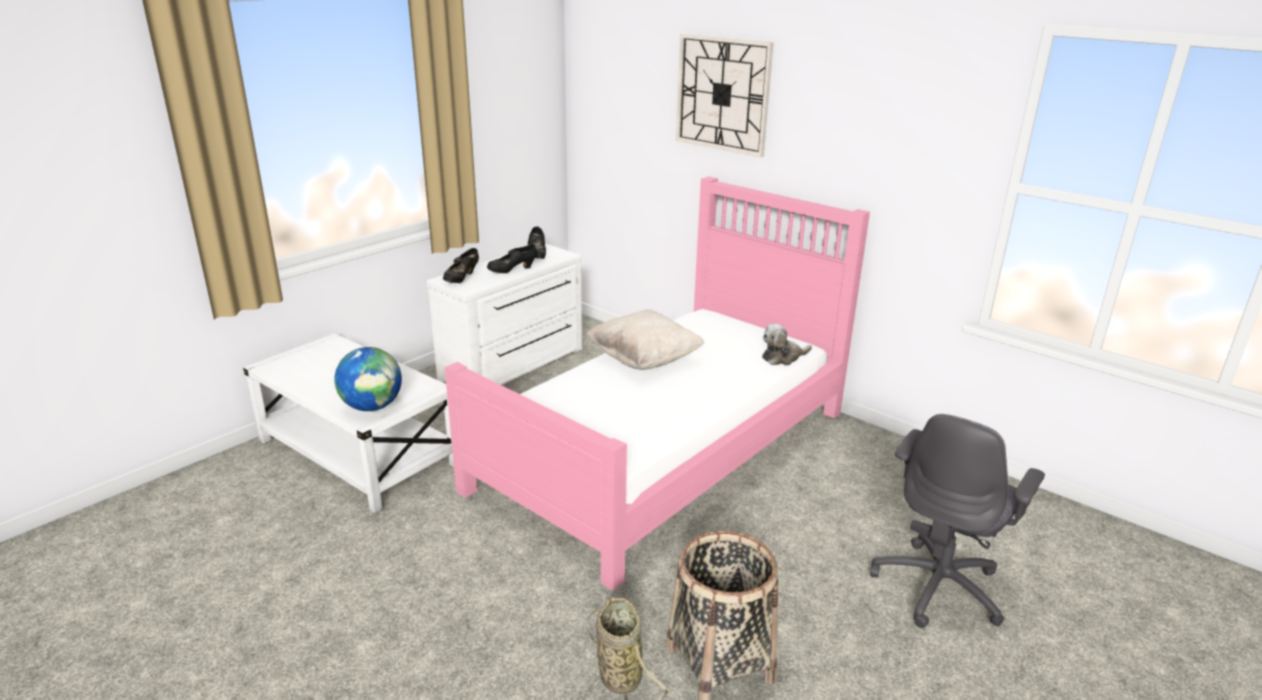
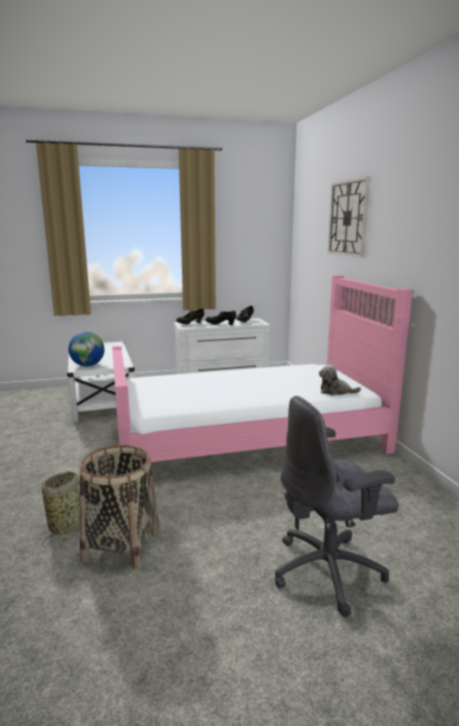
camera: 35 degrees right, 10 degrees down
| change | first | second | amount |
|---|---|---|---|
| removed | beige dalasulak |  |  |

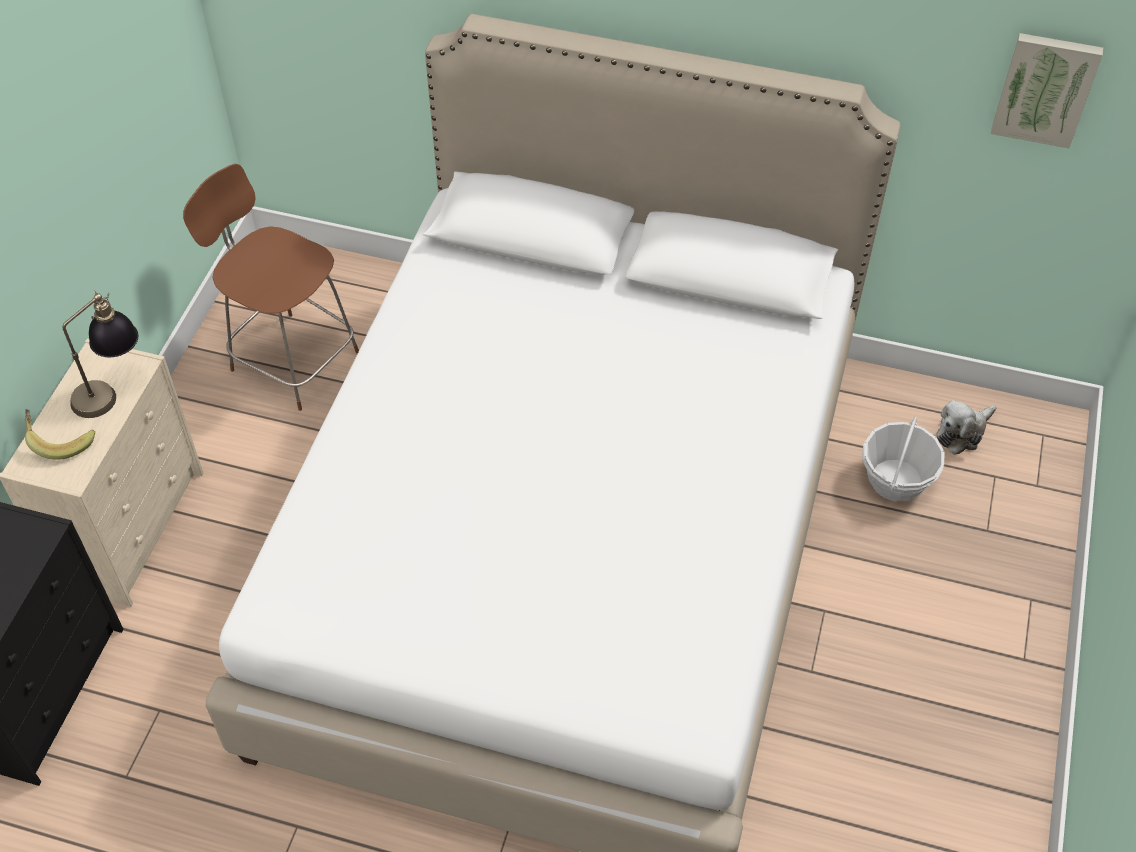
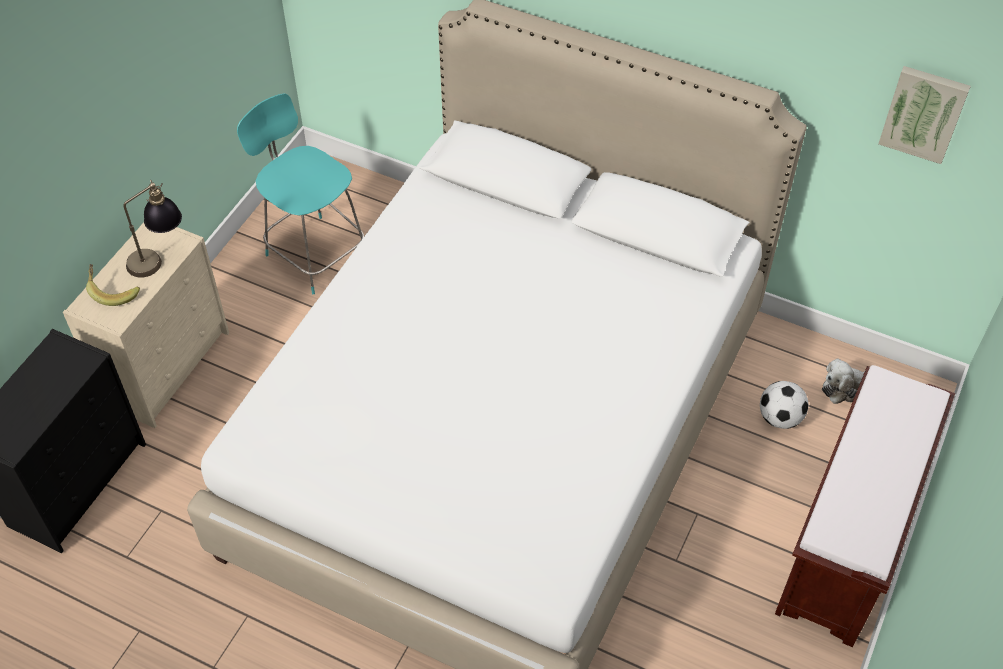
camera: 10 degrees right, 0 degrees up
| change | first | second | amount |
|---|---|---|---|
| added |  | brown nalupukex |  |
| replaced | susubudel | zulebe |  |
| recoloured | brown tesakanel | turquoise tesakanel |  |

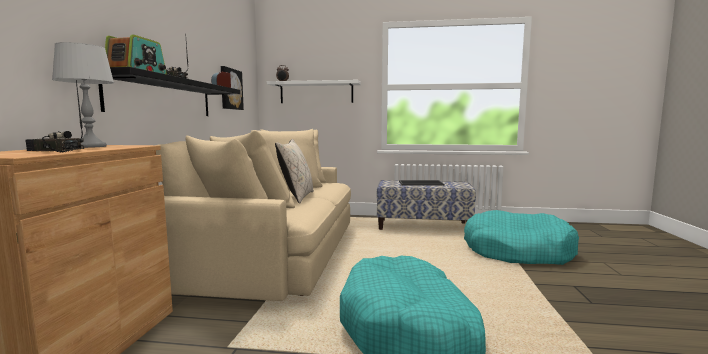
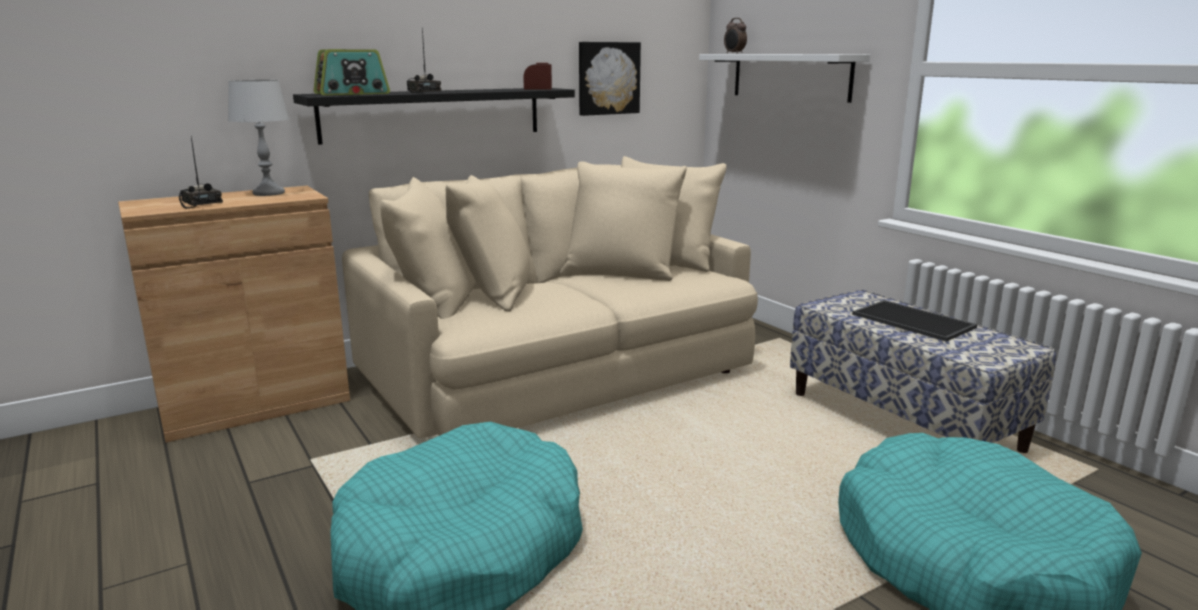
camera: 50 degrees right, 10 degrees up
| change | first | second | amount |
|---|---|---|---|
| removed | beige dalasulak |  |  |

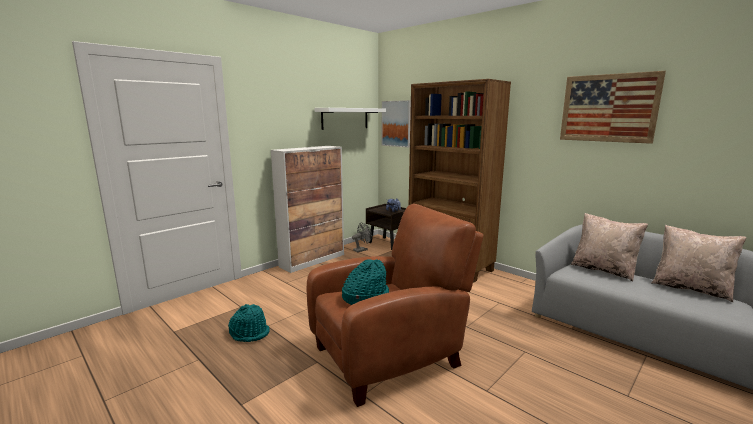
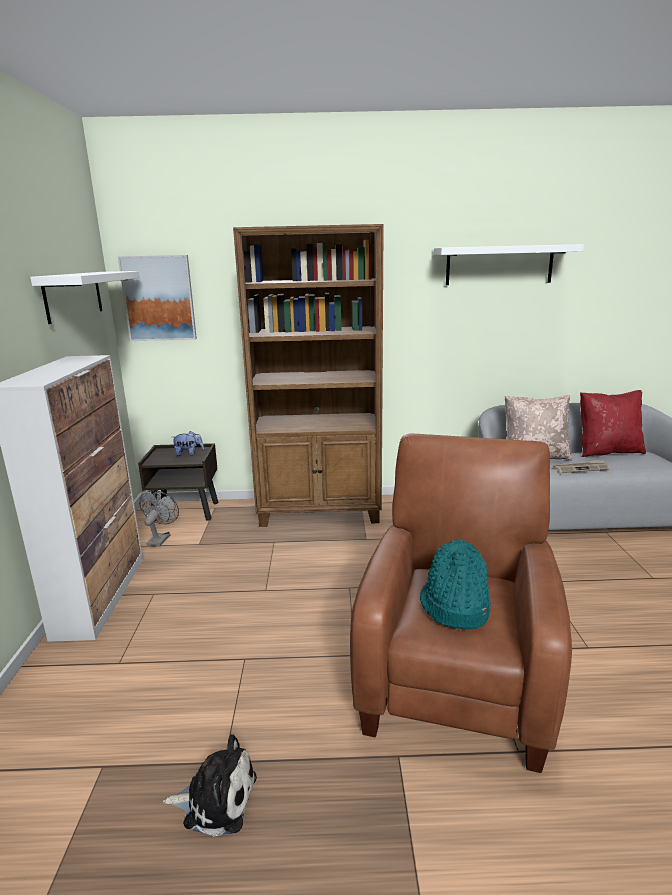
camera: 45 degrees left, 5 degrees up
| change | first | second | amount |
|---|---|---|---|
| added |  | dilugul |  |
| replaced | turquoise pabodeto (1st from left) | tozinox (2nd from left) |  |
| replaced | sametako (2nd from left) | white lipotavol (2nd from left) |  |
| recoloured | beige dalasulak (2nd from left) | red dalasulak |  |

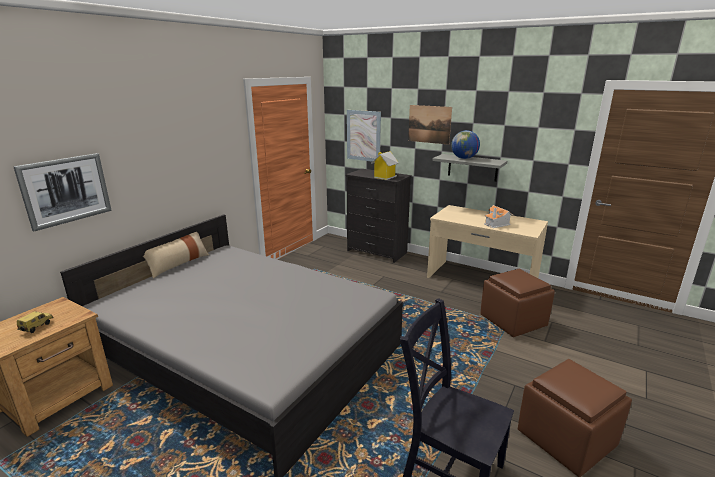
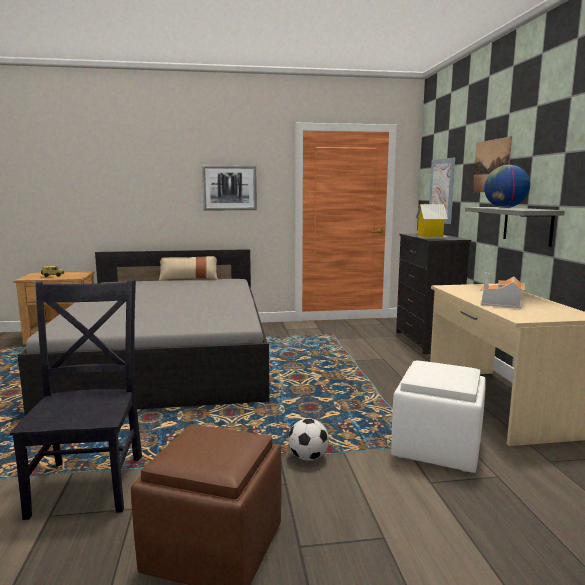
camera: 50 degrees right, 10 degrees down
| change | first | second | amount |
|---|---|---|---|
| added |  | zulebe |  |
| moved | sametako (1st from left) |  |  |
| recoloured | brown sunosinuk (1st from left) | white sunosinuk |  |

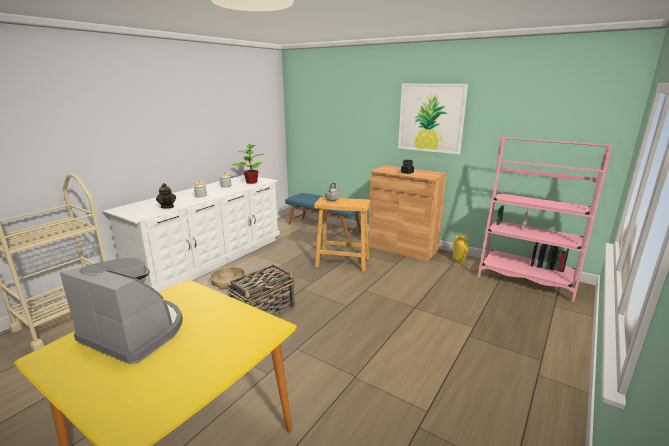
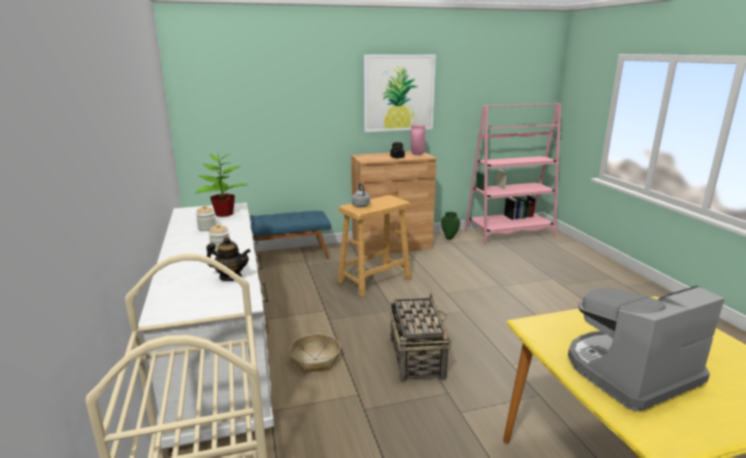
camera: 50 degrees left, 0 degrees up
| change | first | second | amount |
|---|---|---|---|
| added |  | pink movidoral |  |
| recoloured | yellow movidoral | green movidoral |  |

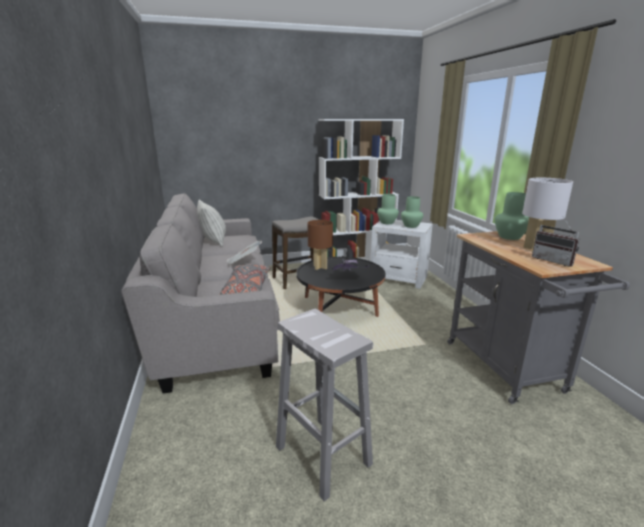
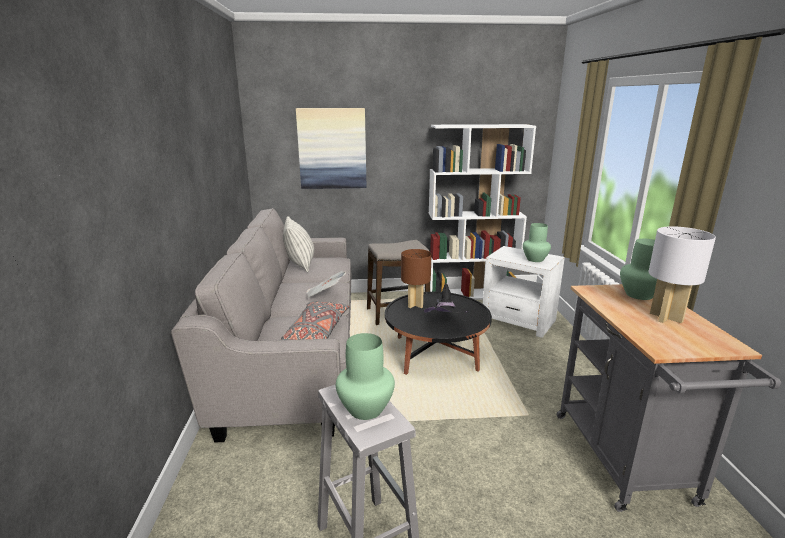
camera: 10 degrees right, 0 degrees up
| change | first | second | amount |
|---|---|---|---|
| removed | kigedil |  |  |
| added |  | sametako |  |
| moved | green movidoral (1st from left) |  |  |

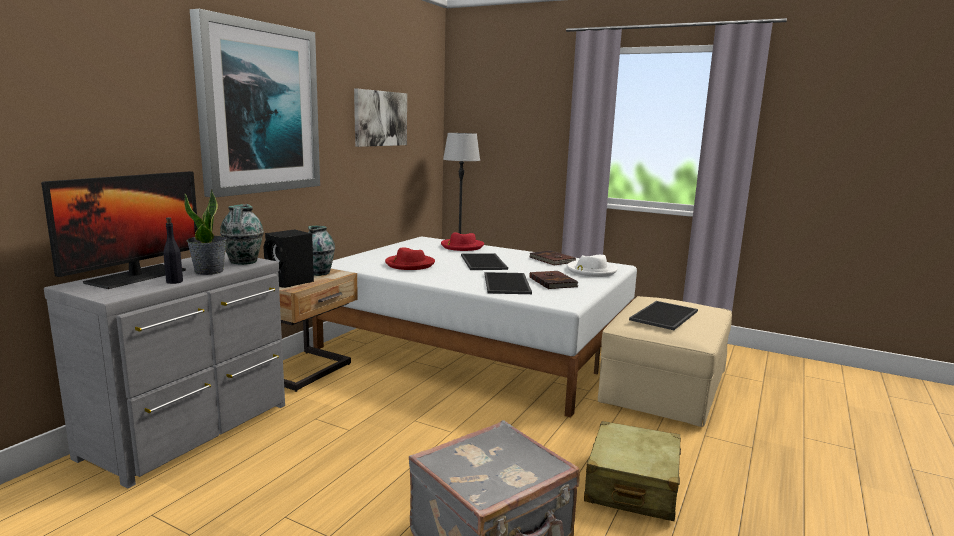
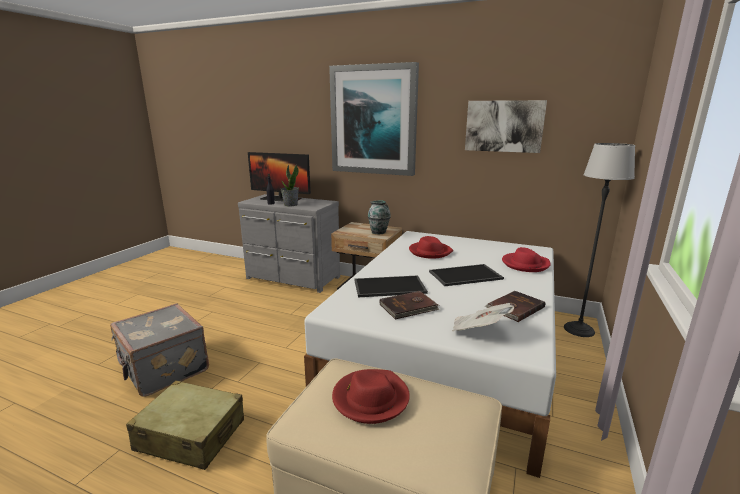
camera: 85 degrees right, 5 degrees up
| change | first | second | amount |
|---|---|---|---|
| removed | movidoral (1st from left) |  |  |
| removed | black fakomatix |  |  |
| replaced | white pabodeto | dilugul |  |
| replaced | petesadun (3rd from left) | red pabodeto (1st from left) |  |

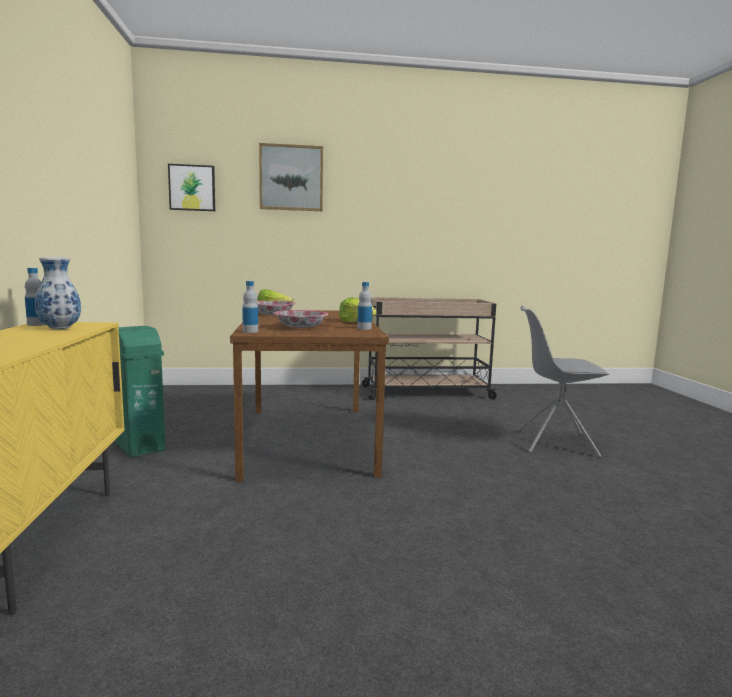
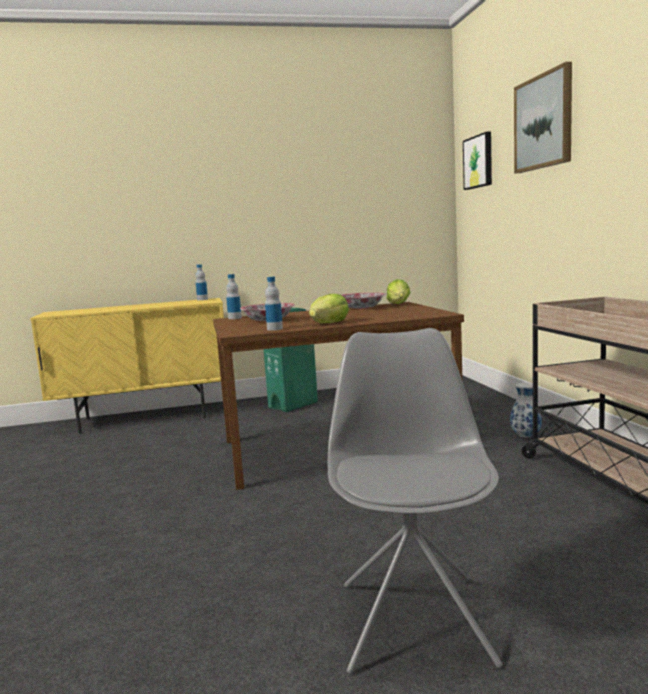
camera: 85 degrees right, 0 degrees up
| change | first | second | amount |
|---|---|---|---|
| moved | movidoral |  |  |

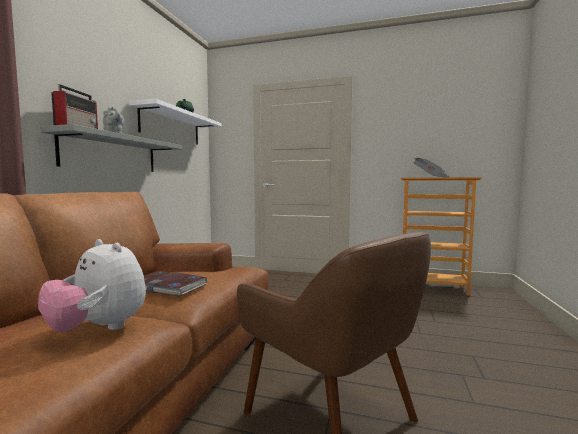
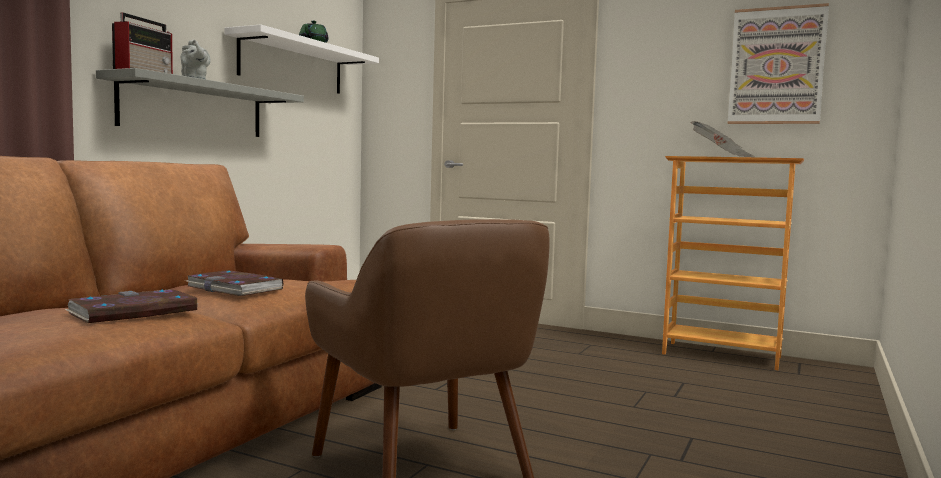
camera: 10 degrees right, 0 degrees up
| change | first | second | amount |
|---|---|---|---|
| added |  | sametako |  |
| replaced | tozinox | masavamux (1st from left) |  |

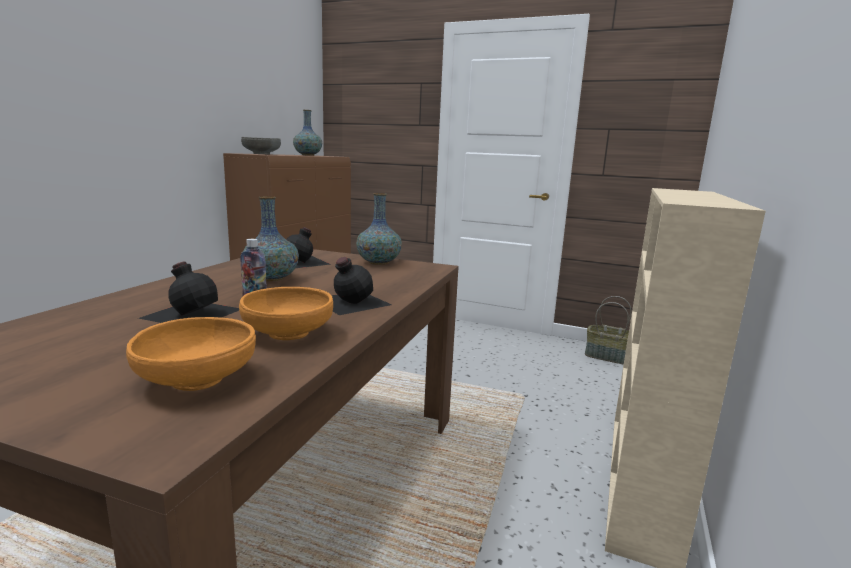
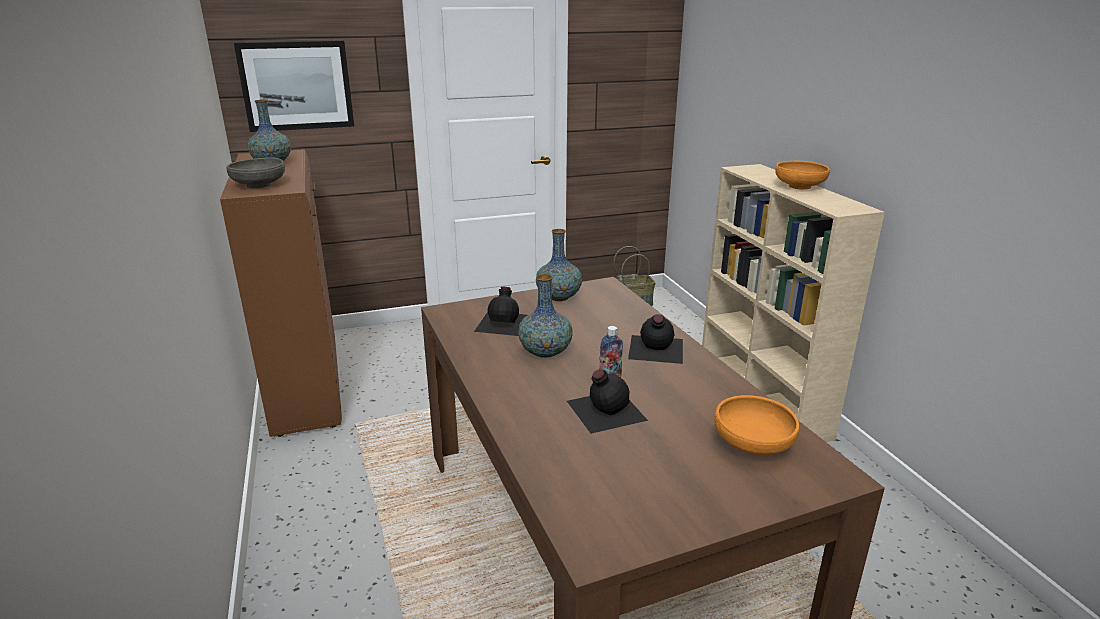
camera: 40 degrees left, 10 degrees up
| change | first | second | amount |
|---|---|---|---|
| added |  | sametako |  |
| moved | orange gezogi (2nd from left) |  |  |

